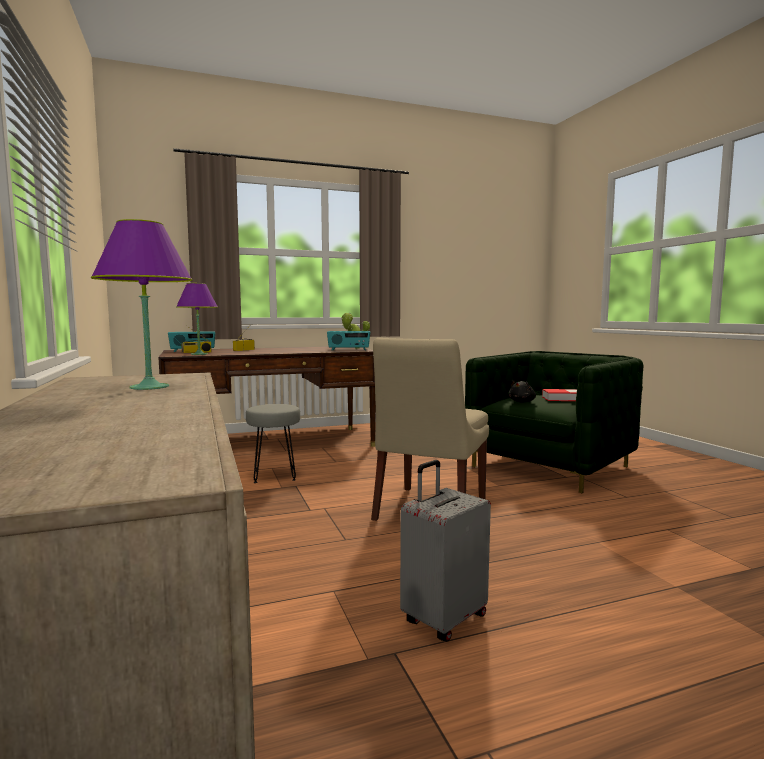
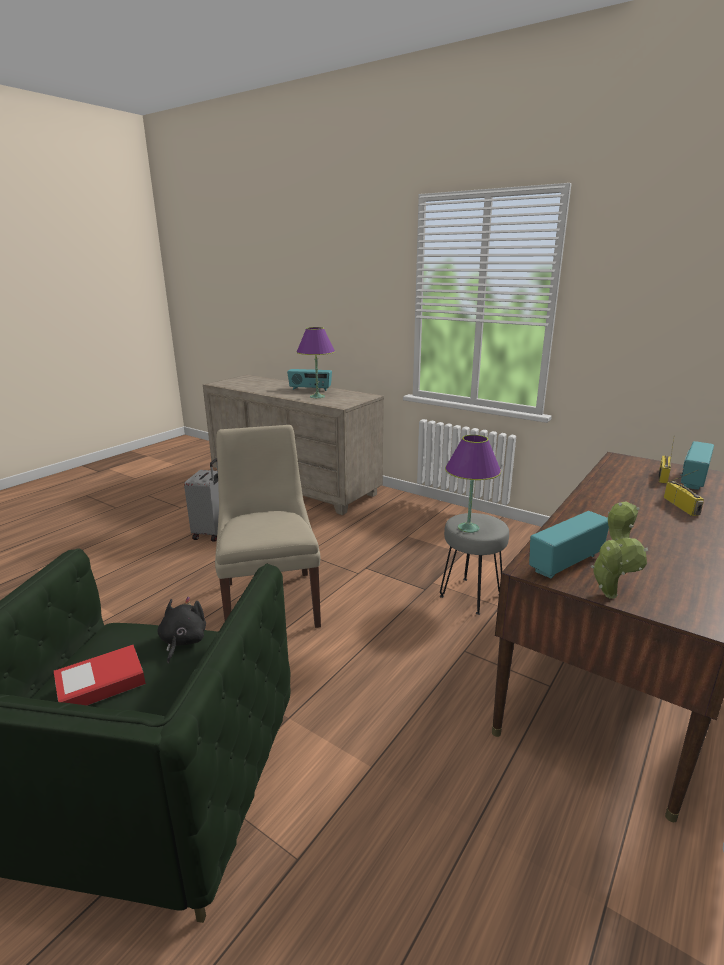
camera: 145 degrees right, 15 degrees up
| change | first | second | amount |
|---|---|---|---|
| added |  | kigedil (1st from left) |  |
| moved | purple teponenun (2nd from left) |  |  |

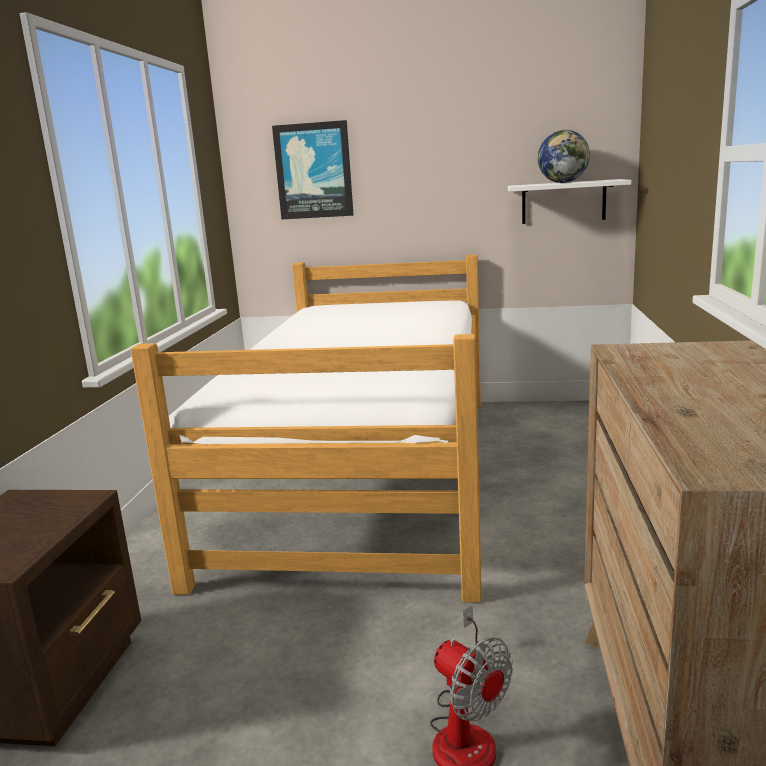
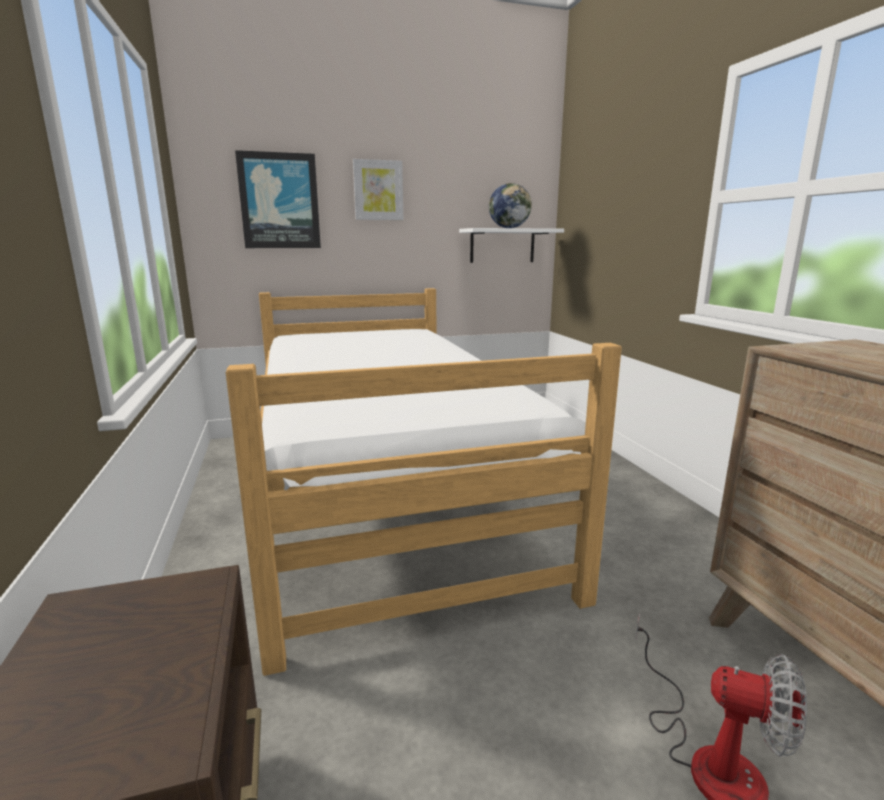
camera: 25 degrees left, 0 degrees up
| change | first | second | amount |
|---|---|---|---|
| added |  | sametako (2nd from left) |  |

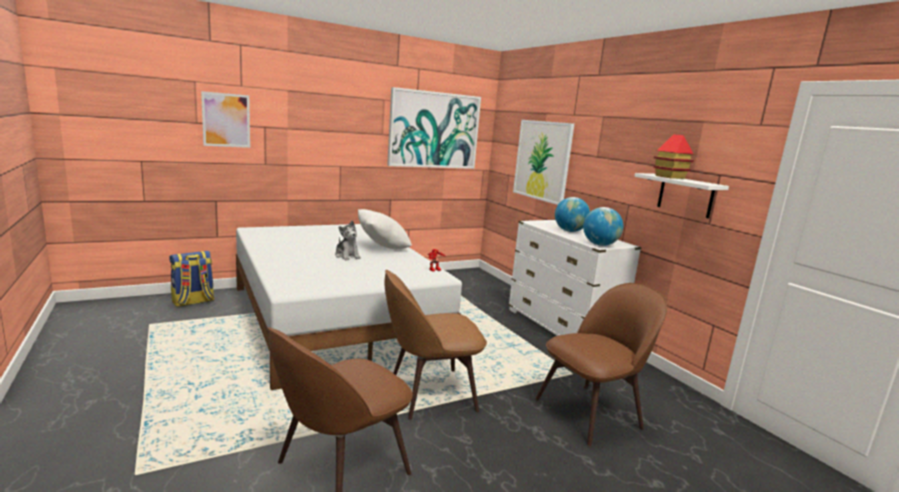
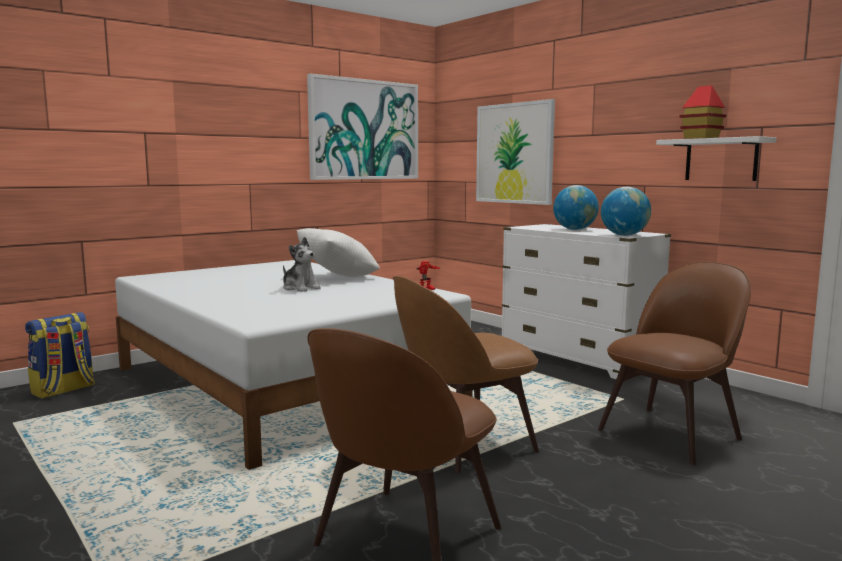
camera: 10 degrees left, 5 degrees down
| change | first | second | amount |
|---|---|---|---|
| removed | sametako (1st from left) |  |  |

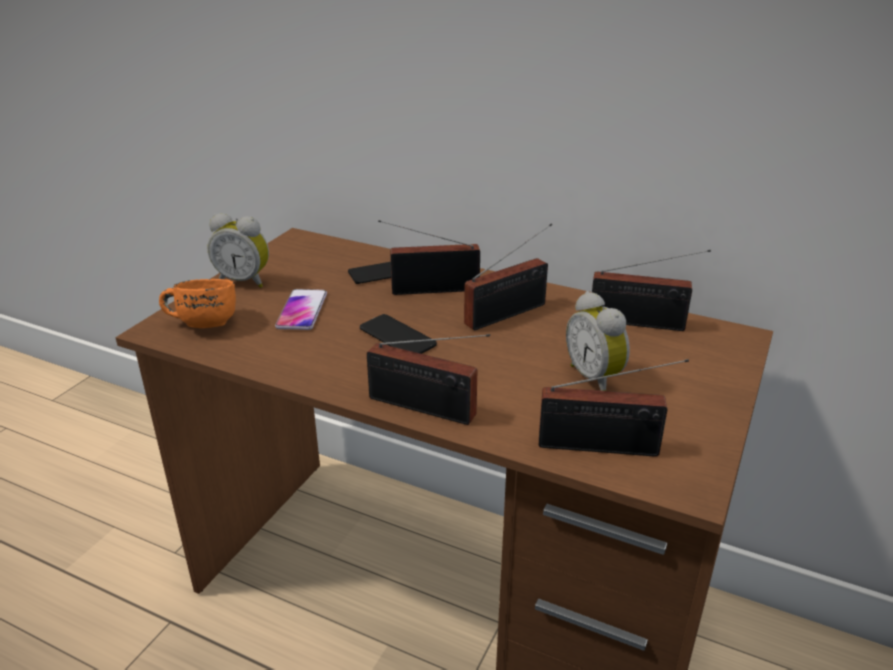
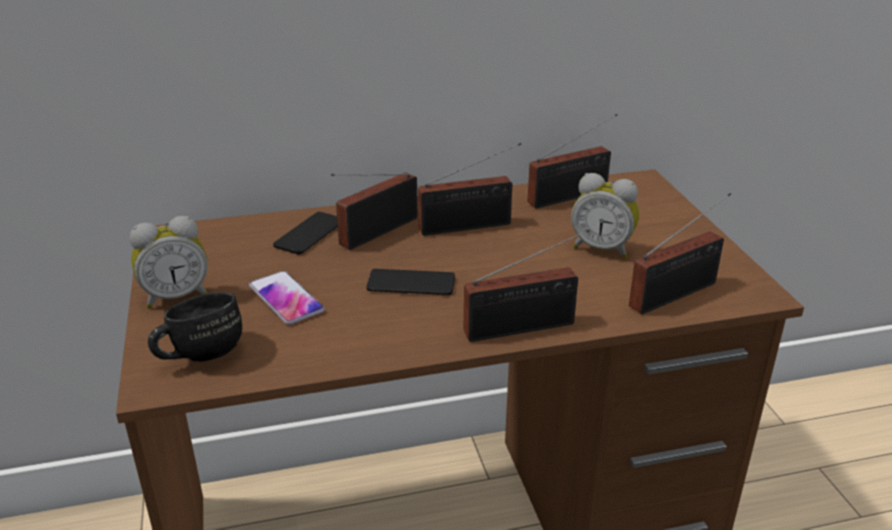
camera: 40 degrees left, 0 degrees up
| change | first | second | amount |
|---|---|---|---|
| recoloured | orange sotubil | black sotubil |  |
| turned | kigedil (3rd from left in the first image) | kigedil (2nd from left) | 60 degrees clockwise |

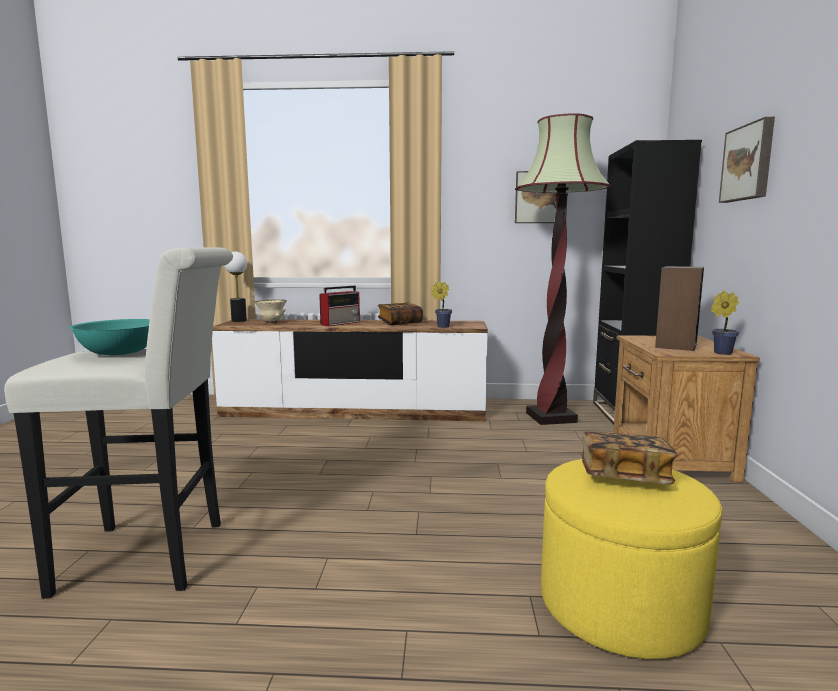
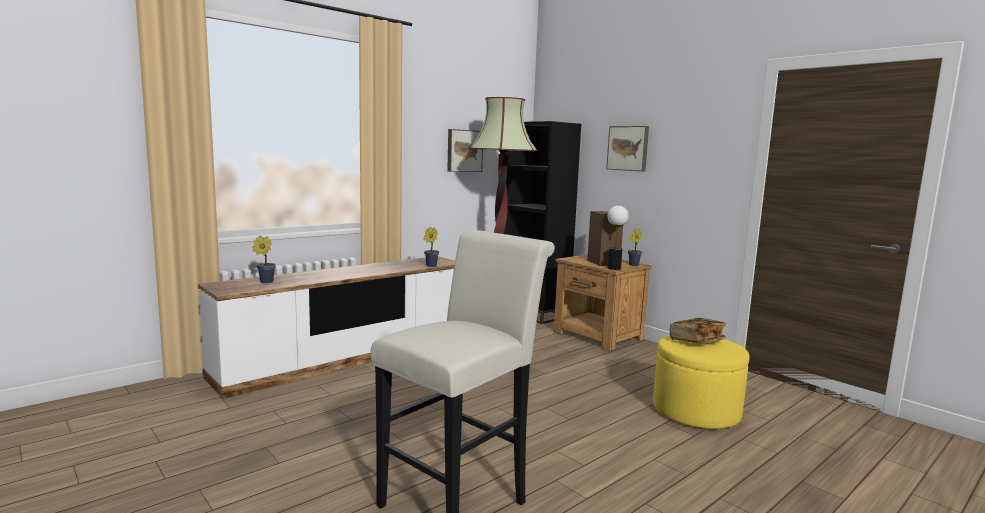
camera: 45 degrees left, 0 degrees up
| change | first | second | amount |
|---|---|---|---|
| removed | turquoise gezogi |  |  |
| removed | kigedil |  |  |
| removed | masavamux (1st from left) |  |  |
| moved | teponenun |  |  |
| replaced | beige gezogi | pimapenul (1st from left) |  |

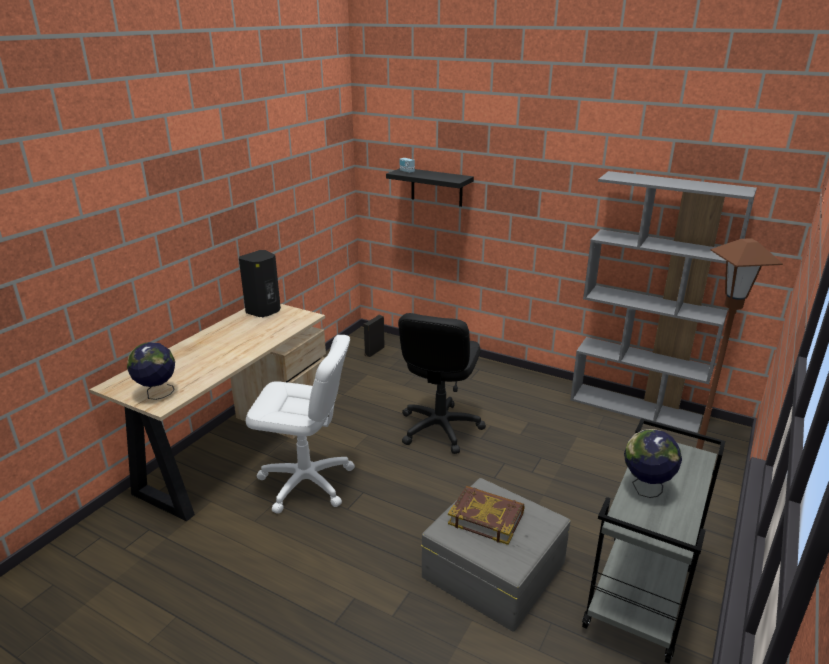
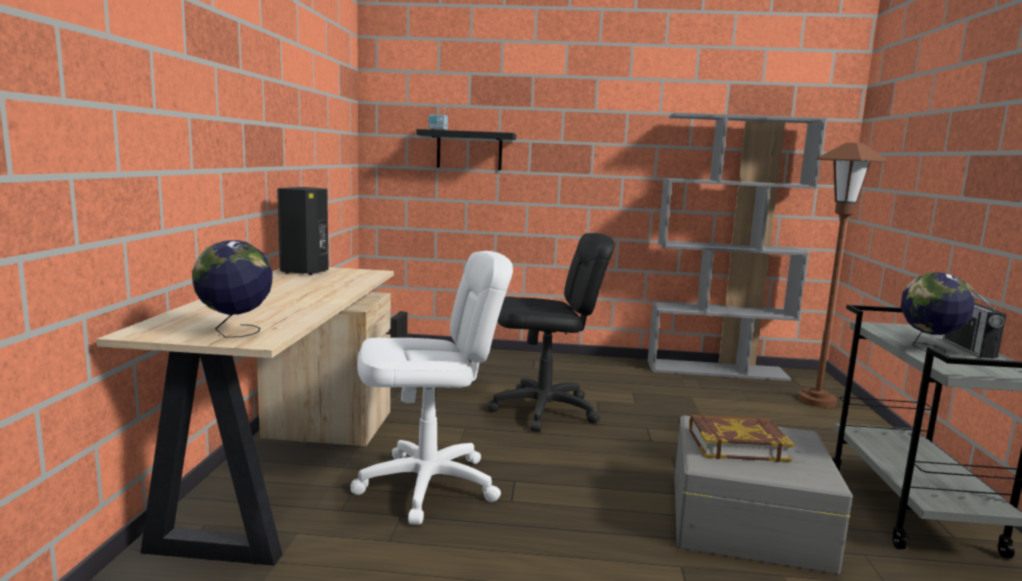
camera: 25 degrees left, 15 degrees down
| change | first | second | amount |
|---|---|---|---|
| added |  | kigedil (2nd from left) |  |
| turned | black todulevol |  | 90 degrees counterclockwise |

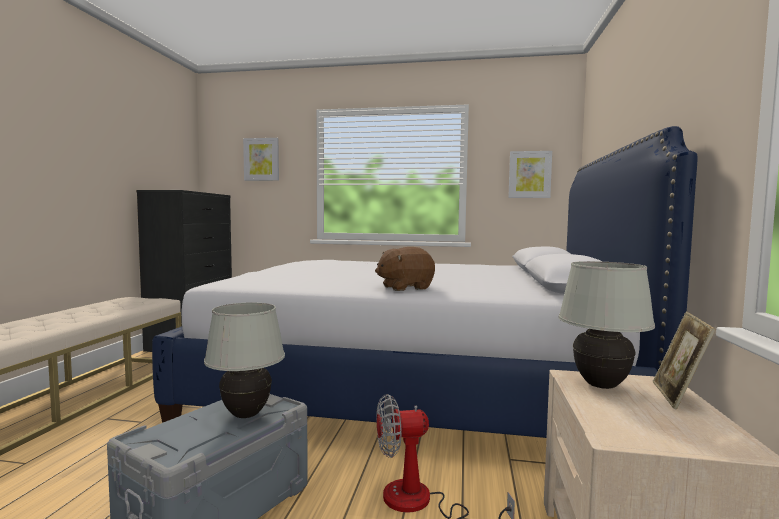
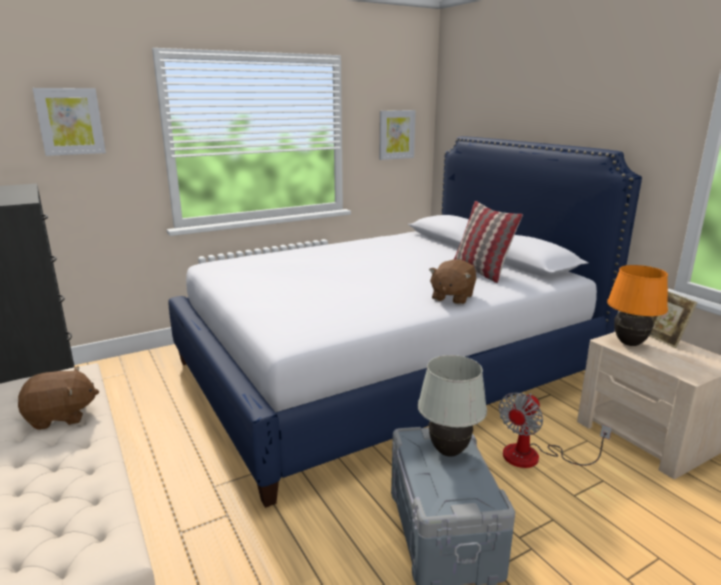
camera: 40 degrees left, 15 degrees up
| change | first | second | amount |
|---|---|---|---|
| added |  | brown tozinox (1st from left) |  |
| added |  | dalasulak |  |
| recoloured | white teponenun (2nd from left) | orange teponenun |  |

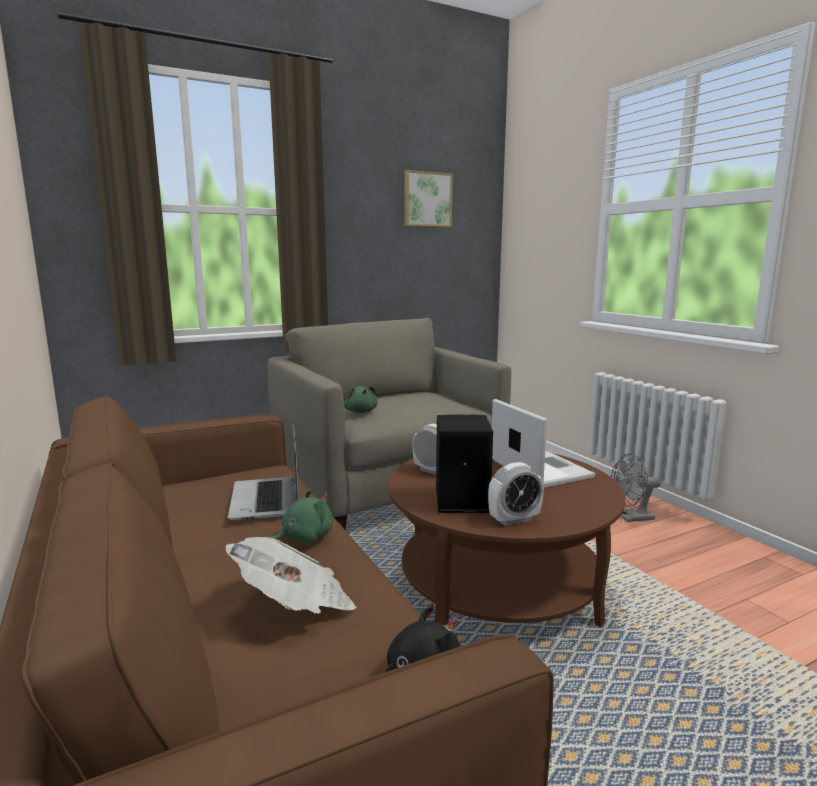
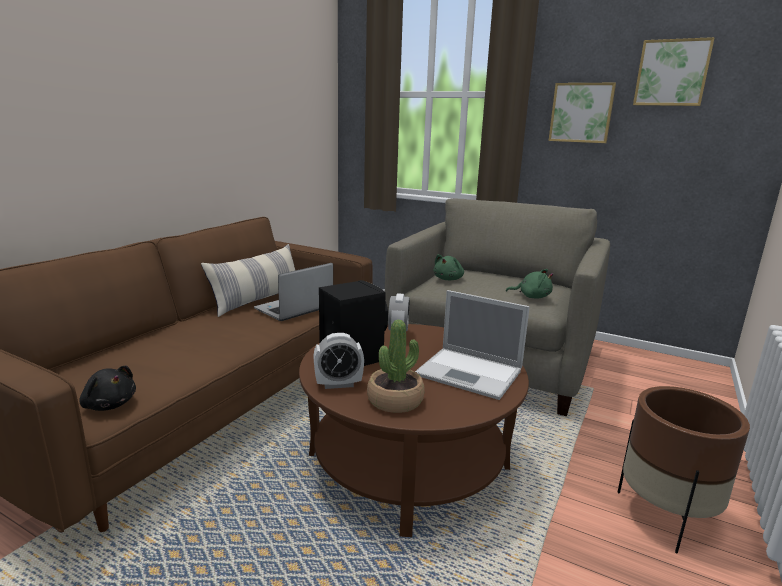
camera: 55 degrees right, 5 degrees up
| change | first | second | amount |
|---|---|---|---|
| removed | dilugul |  |  |
| added |  | dalasulak |  |
| added |  | pimapenul |  |
| added |  | sametako (1st from left) |  |
| moved | green tozinox (1st from left in the first image) | green tozinox (2nd from left) |  |
| replaced | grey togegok | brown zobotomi |  |
| turned | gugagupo (2nd from left in the first image) | gugagupo (1st from left) | 45 degrees counterclockwise |
| turned | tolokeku (2nd from left) |  | 90 degrees clockwise |

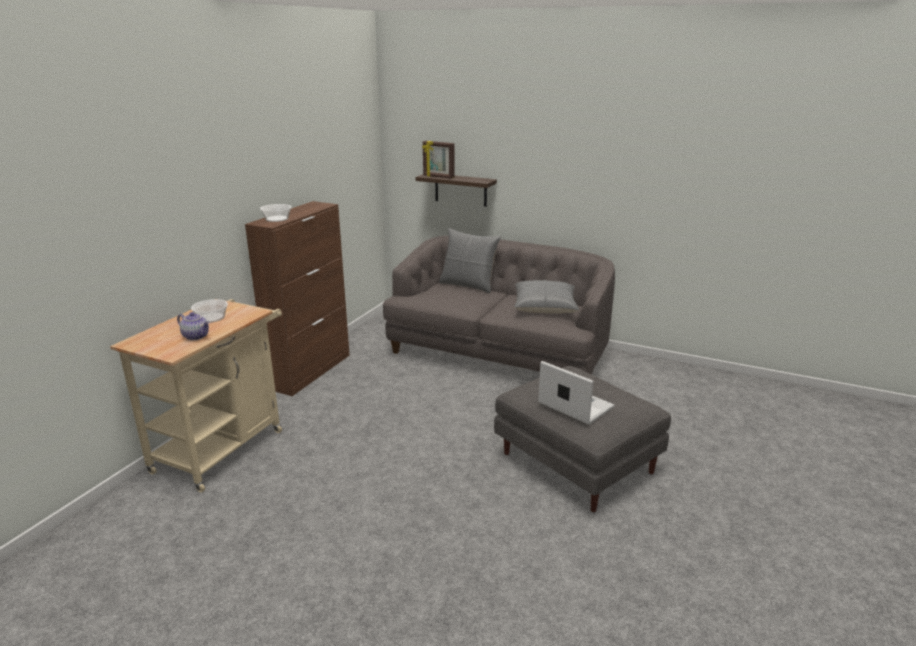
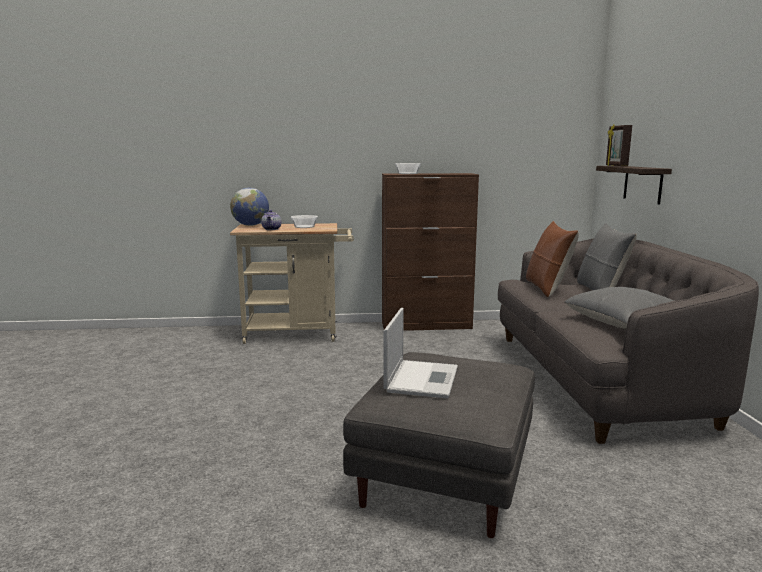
camera: 60 degrees right, 10 degrees down
| change | first | second | amount |
|---|---|---|---|
| added |  | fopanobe |  |
| added |  | brown dalasulak |  |

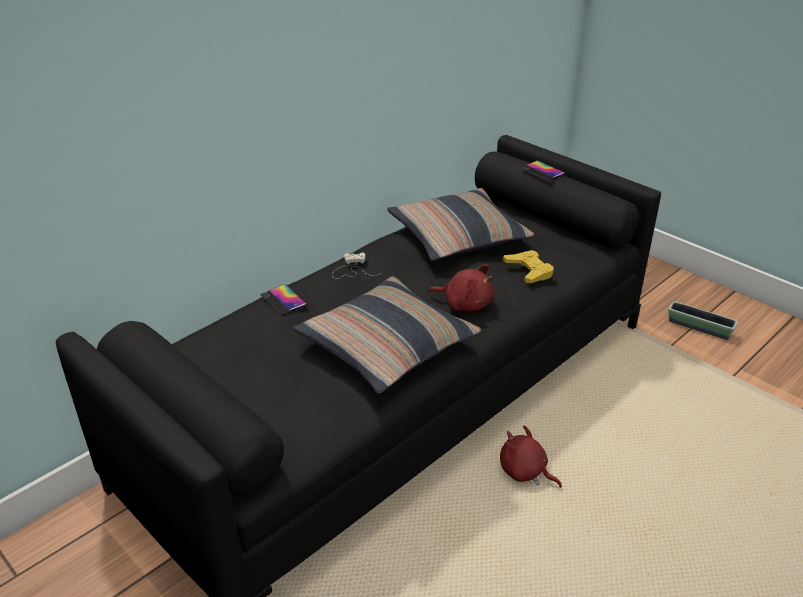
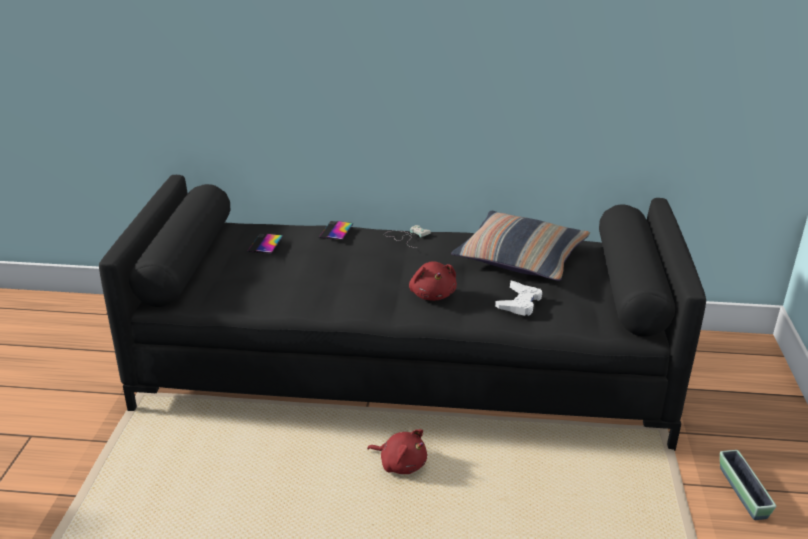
camera: 50 degrees right, 5 degrees down
| change | first | second | amount |
|---|---|---|---|
| removed | dalasulak (1st from left) |  |  |
| moved | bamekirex (2nd from left in the first image) | bamekirex (1st from left) |  |
| recoloured | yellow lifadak | white lifadak (2nd from left) |  |
| turned | red tozinox (2nd from left in the first image) | red tozinox (1st from left) | 120 degrees clockwise |

